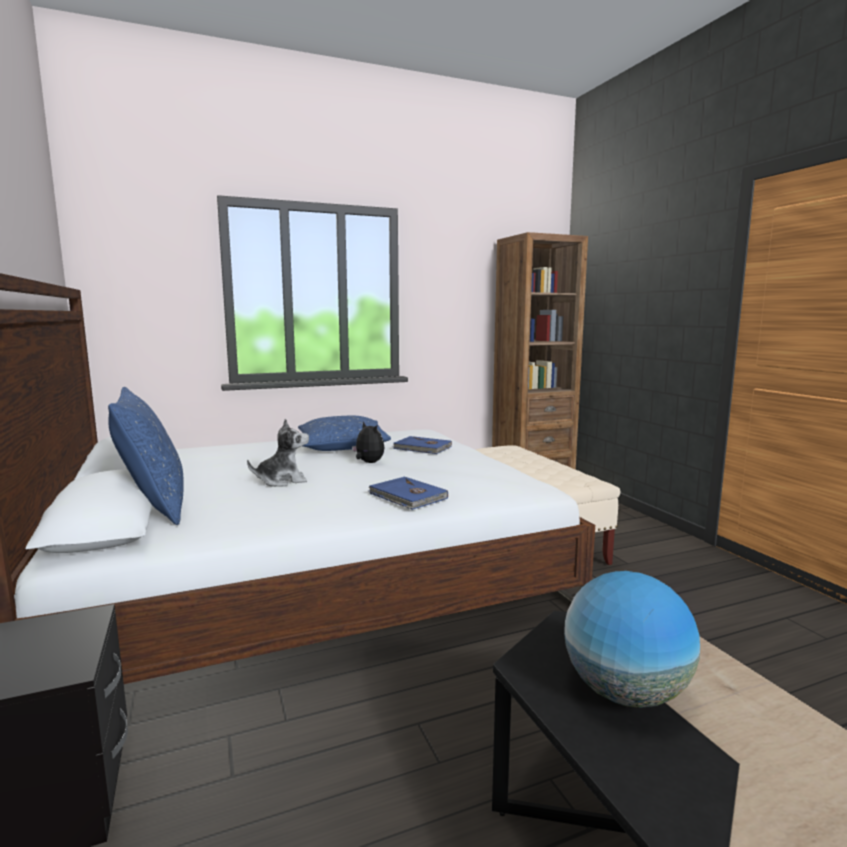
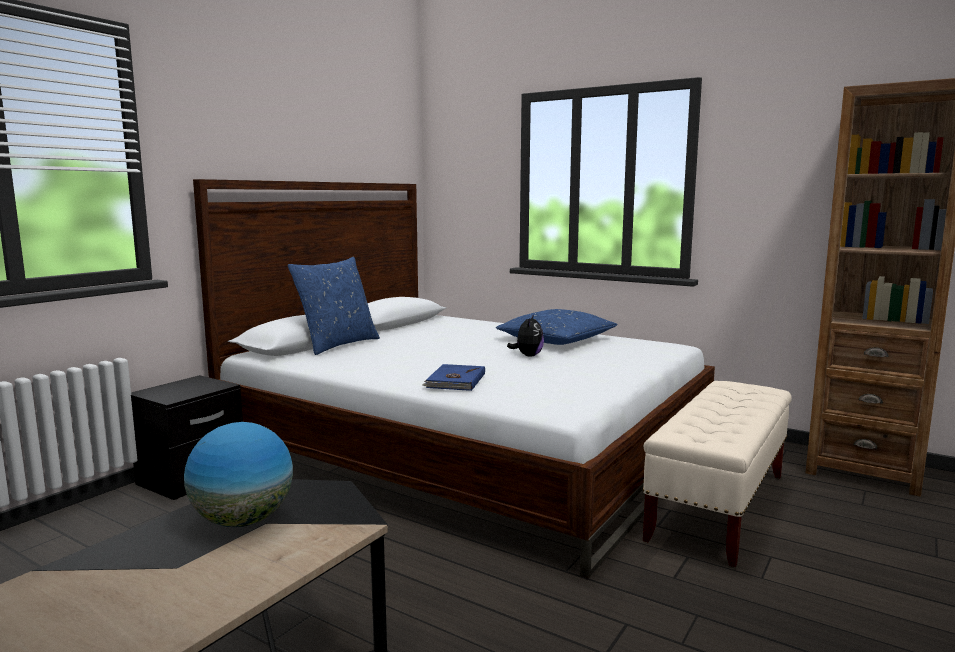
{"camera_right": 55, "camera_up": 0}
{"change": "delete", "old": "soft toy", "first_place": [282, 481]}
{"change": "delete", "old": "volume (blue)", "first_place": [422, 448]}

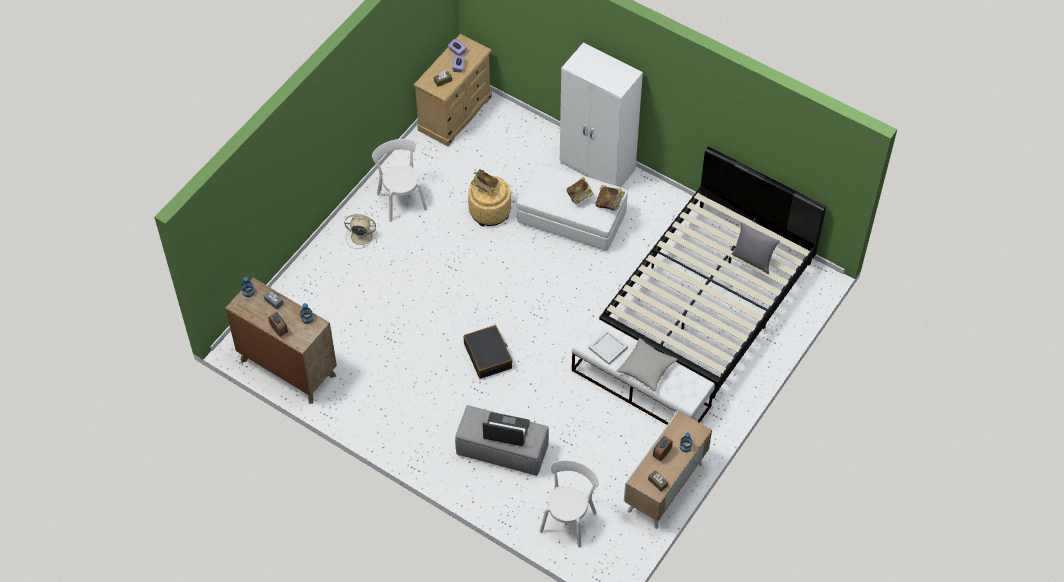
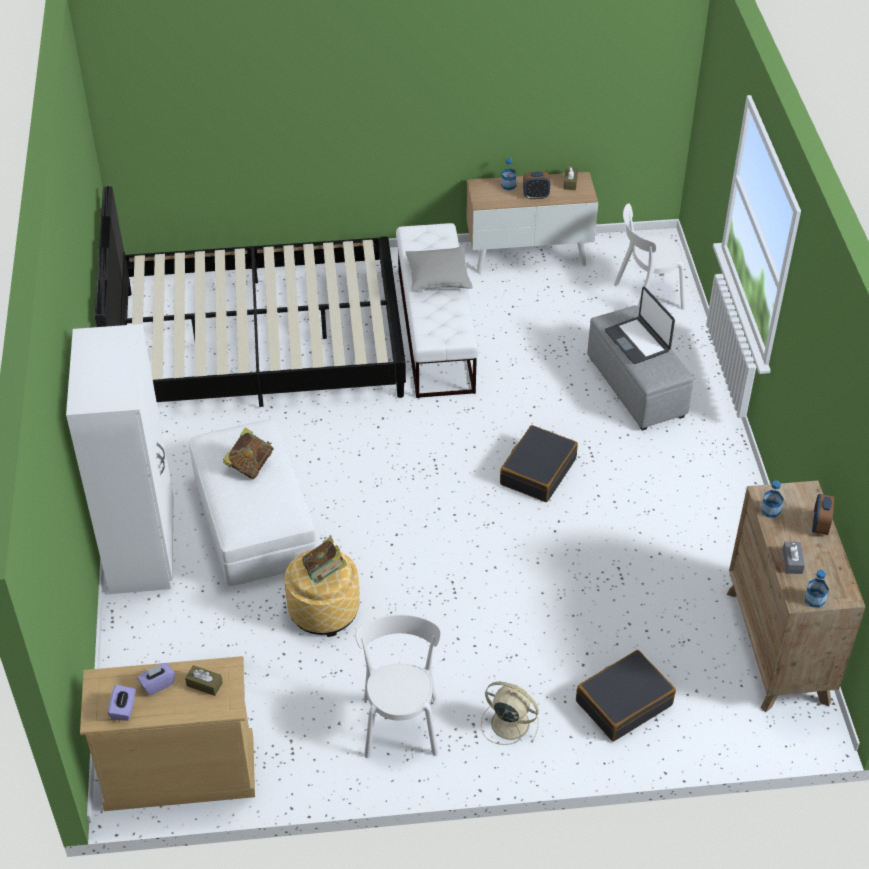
{"camera_right": -130, "camera_up": -10}
{"change": "rotate", "old": "electric fan (beige)", "first_place": [360, 236], "second_place": [508, 722], "degrees": 150}
{"change": "rotate", "old": "upright chair (white-coloured)", "first_place": [401, 199], "second_place": [400, 722], "degrees": 150}
{"change": "delete", "old": "tray (white-coloured)", "first_place": [608, 348]}
{"change": "delete", "old": "volume", "first_place": [609, 204]}
{"change": "delete", "old": "cushion (gray)", "first_place": [753, 260]}
{"change": "insert", "new": "suitcase (black)", "second_place": [623, 703]}

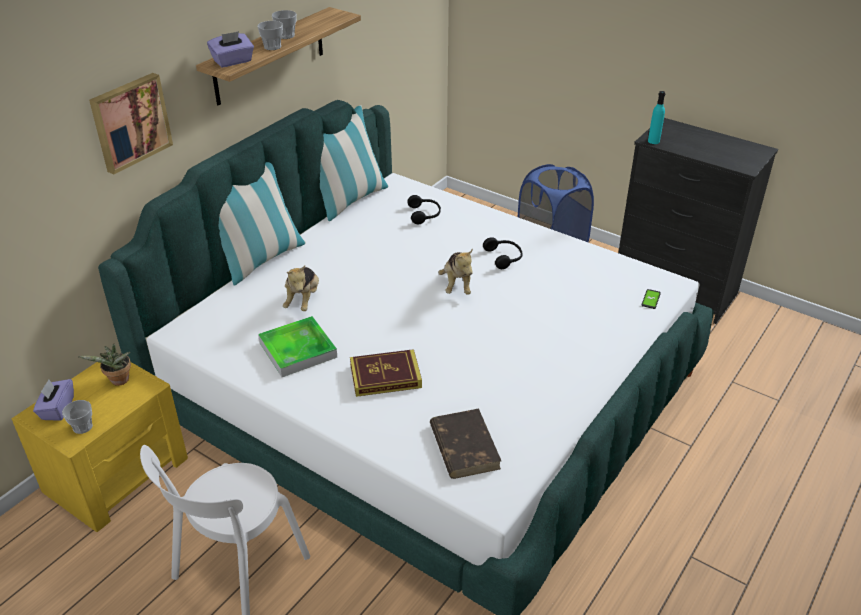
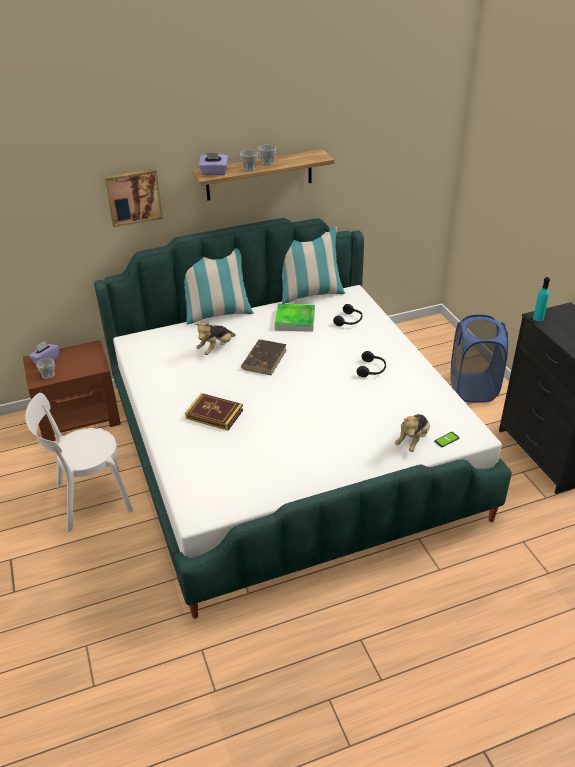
{"camera_right": 35, "camera_up": 0}
{"change": "recolor", "old": "bedside table (yellow-coloured)", "new": "bedside table (brownish)", "first_place": [117, 474], "second_place": [79, 416]}
{"change": "delete", "old": "houseplant", "first_place": [118, 382]}
{"change": "move", "old": "tray", "first_place": [298, 350], "second_place": [295, 320]}
{"change": "move", "old": "volume (brownish)", "first_place": [464, 446], "second_place": [264, 359]}
{"change": "move", "old": "soft toy", "first_place": [457, 285], "second_place": [412, 440]}

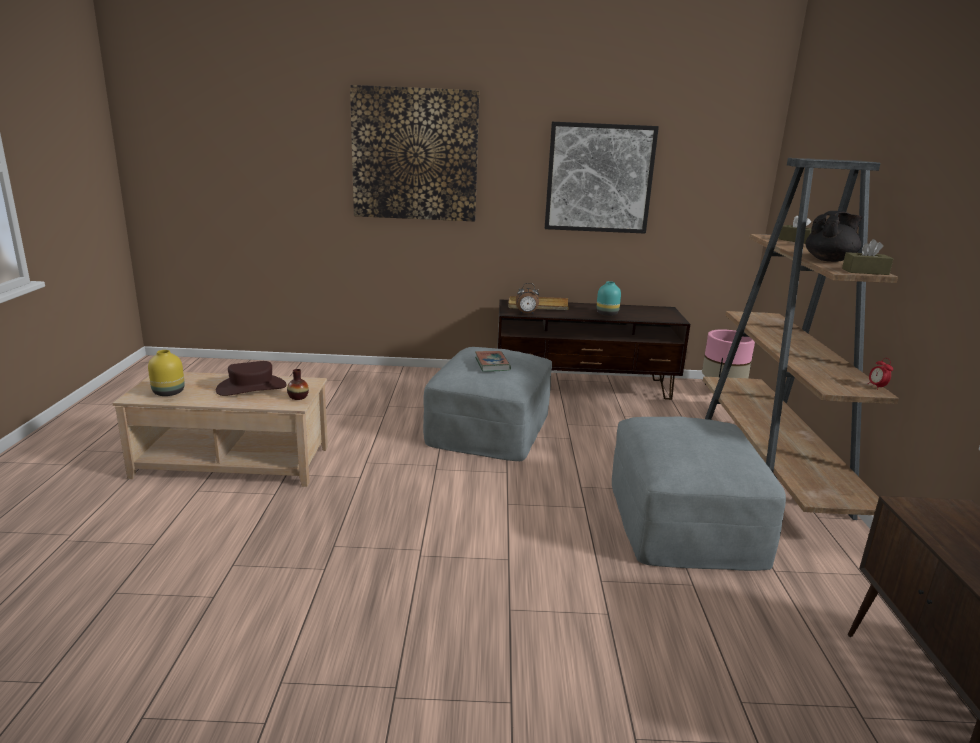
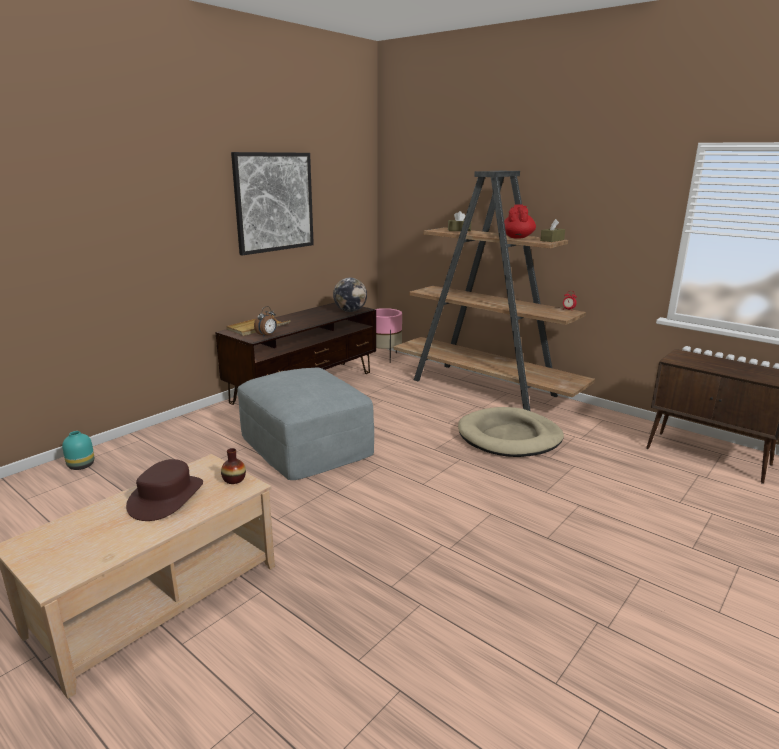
{"camera_right": -50, "camera_up": 0}
{"change": "delete", "old": "flower vase (yellow-coloured)", "first_place": [169, 392]}
{"change": "delete", "old": "picture", "first_place": [415, 155]}
{"change": "delete", "old": "volume", "first_place": [492, 364]}
{"change": "move", "old": "flower vase (turquoise)", "first_place": [606, 314], "second_place": [80, 466]}
{"change": "replace", "old": "pouffe (gray)", "new": "dog cushion (beige)", "first_place": [684, 520], "second_place": [509, 437]}
{"change": "recolor", "old": "teapot (black)", "new": "teapot (red)", "first_place": [830, 260], "second_place": [517, 237]}
{"change": "insert", "new": "desk globe", "second_place": [350, 311]}

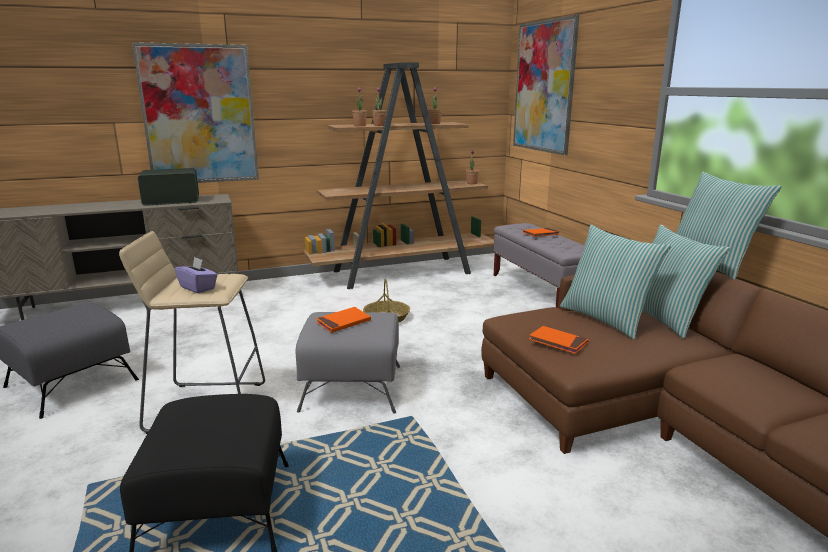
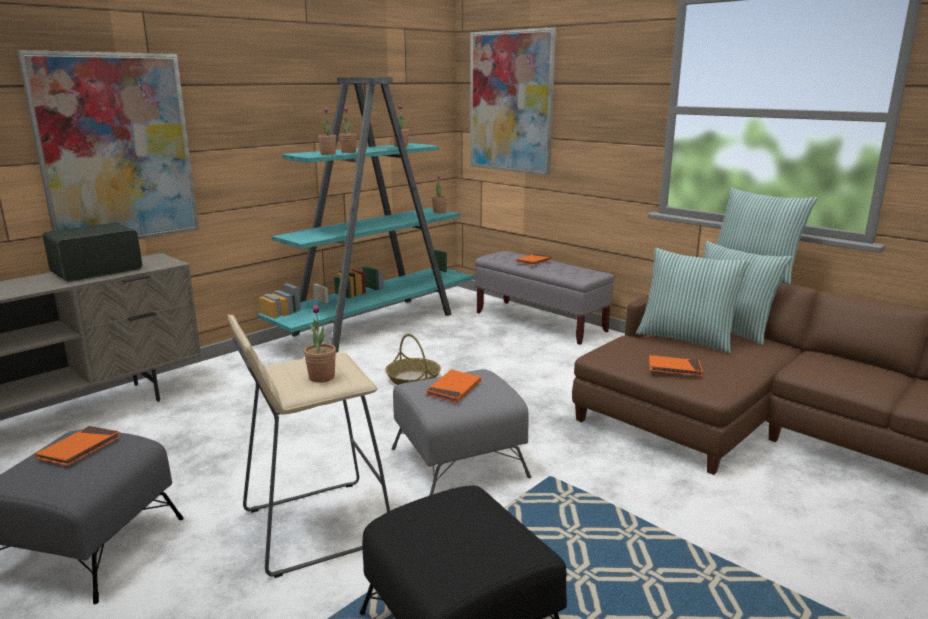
{"camera_right": -25, "camera_up": 0}
{"change": "replace", "old": "tissue box (purple)", "new": "houseplant", "first_place": [198, 288], "second_place": [321, 377]}
{"change": "recolor", "old": "bookshelf (brownish)", "new": "bookshelf (turquoise)", "first_place": [404, 272], "second_place": [376, 324]}
{"change": "insert", "new": "volume (orangey)", "second_place": [79, 449]}

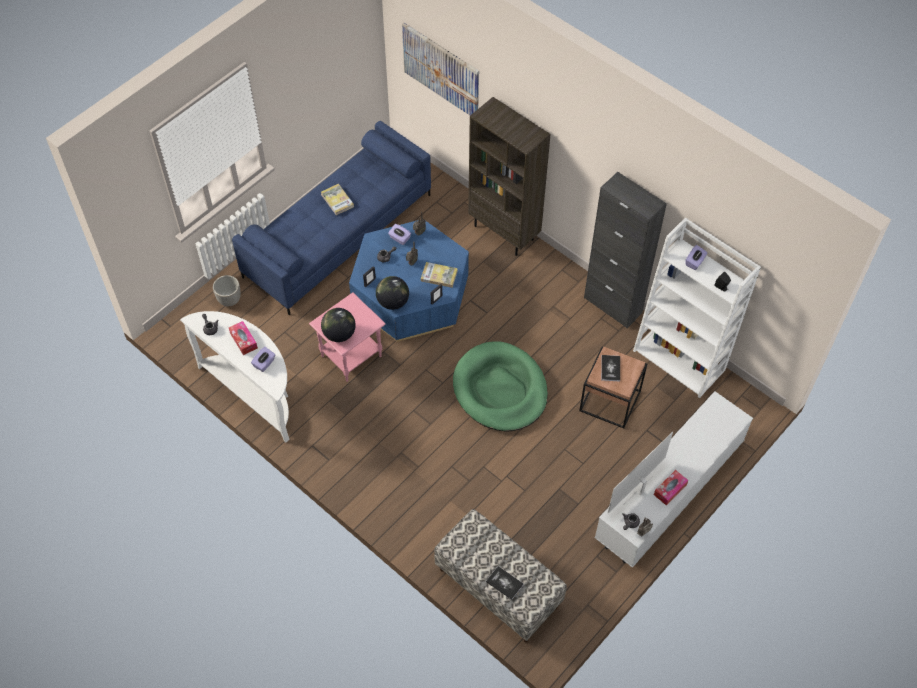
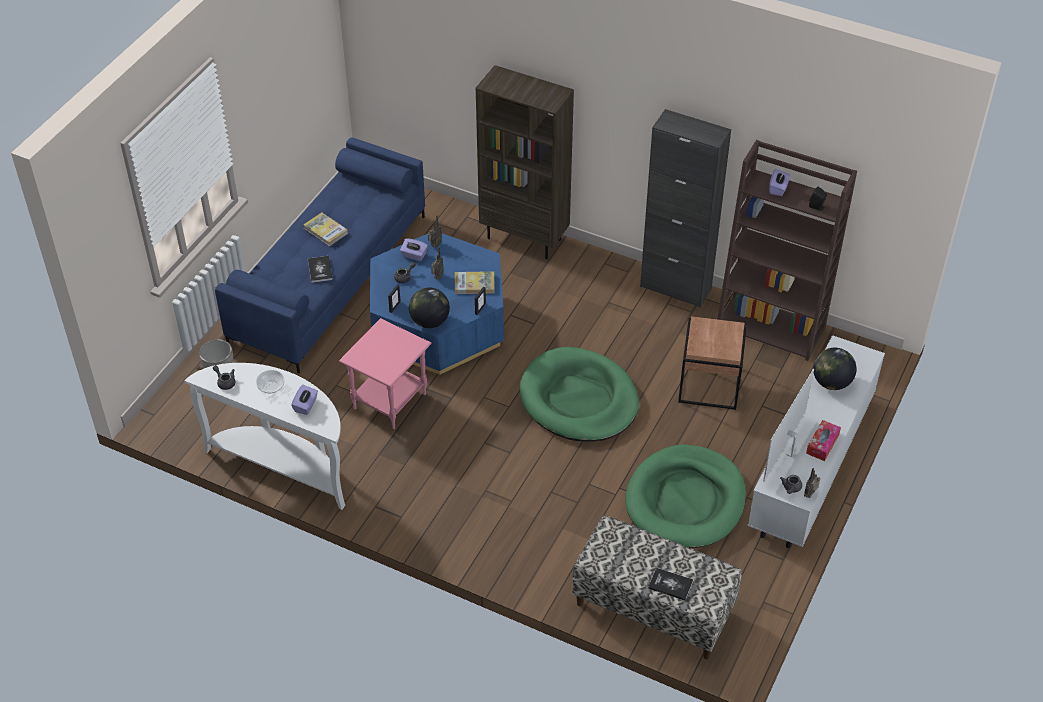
{"camera_right": -15, "camera_up": -10}
{"change": "replace", "old": "tissue box", "new": "serving bowl", "first_place": [243, 340], "second_place": [271, 387]}
{"change": "move", "old": "desk globe", "first_place": [339, 334], "second_place": [831, 382]}
{"change": "delete", "old": "picture", "first_place": [441, 70]}
{"change": "move", "old": "volume", "first_place": [610, 368], "second_place": [320, 269]}
{"change": "recolor", "old": "bookshelf (white-coloured)", "new": "bookshelf (brownish)", "first_place": [680, 360], "second_place": [772, 327]}
{"change": "insert", "new": "dog cushion (green)", "second_place": [685, 500]}

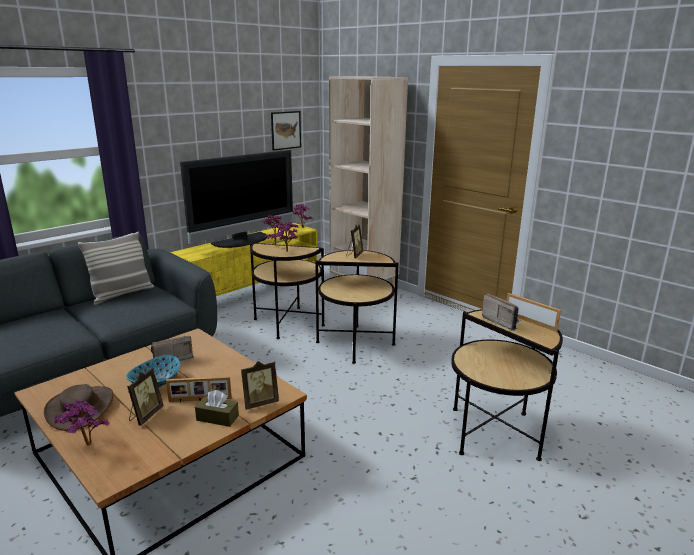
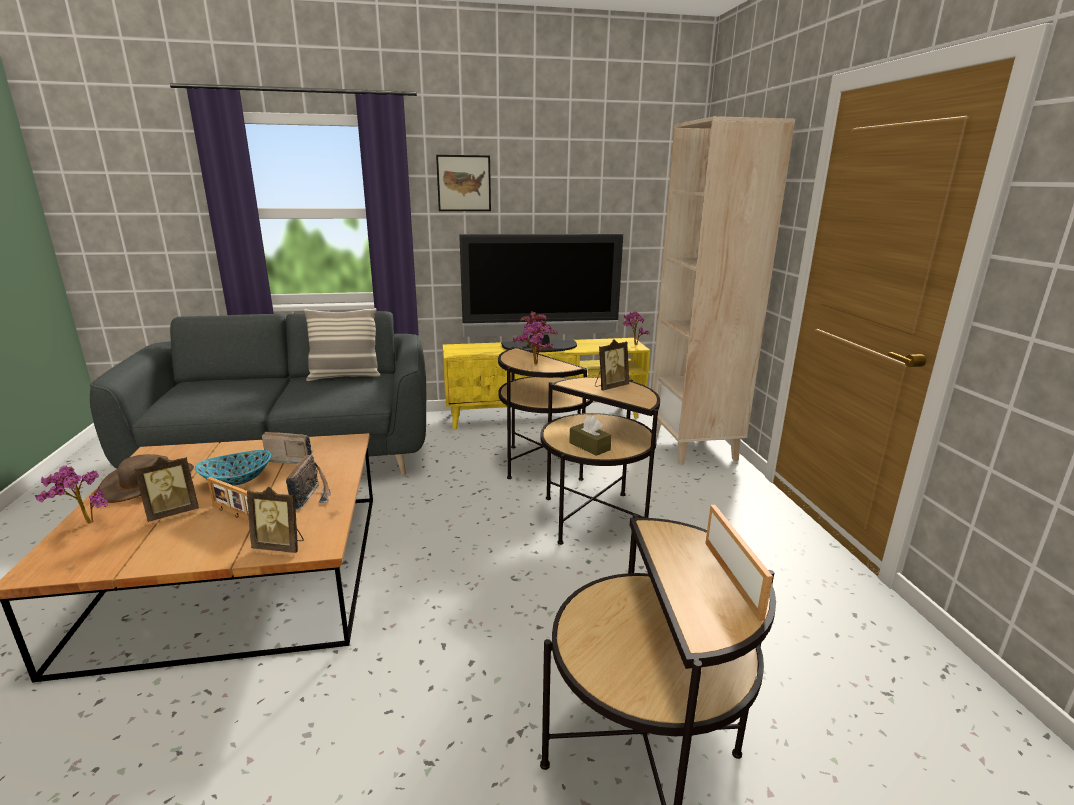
{"camera_right": 35, "camera_up": 0}
{"change": "move", "old": "tissue box (brownish)", "first_place": [217, 418], "second_place": [589, 446]}
{"change": "move", "old": "picture", "first_place": [285, 130], "second_place": [464, 183]}
{"change": "move", "old": "radio receiver", "first_place": [501, 321], "second_place": [314, 496]}

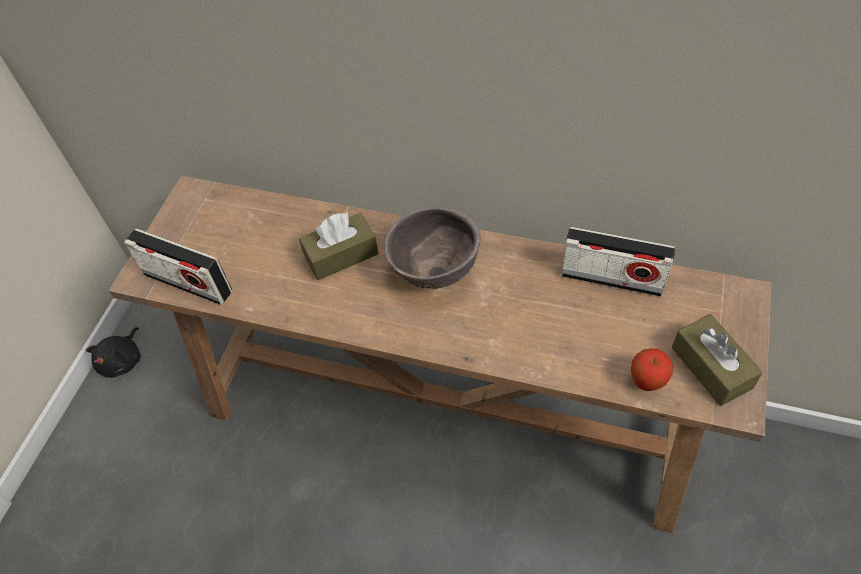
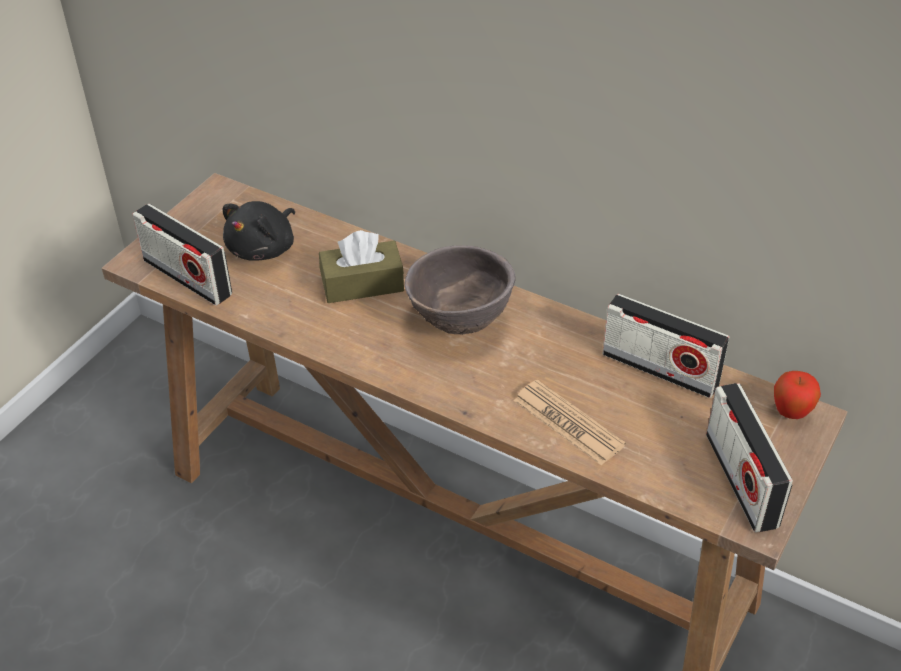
{"camera_right": 10, "camera_up": -10}
{"change": "move", "old": "soft toy (black)", "first_place": [123, 361], "second_place": [264, 248]}
{"change": "move", "old": "apple fruit", "first_place": [646, 382], "second_place": [791, 413]}
{"change": "replace", "old": "tissue box (brownish)", "new": "radio receiver", "first_place": [711, 367], "second_place": [741, 480]}
{"change": "insert", "new": "printed paper", "second_place": [568, 423]}

